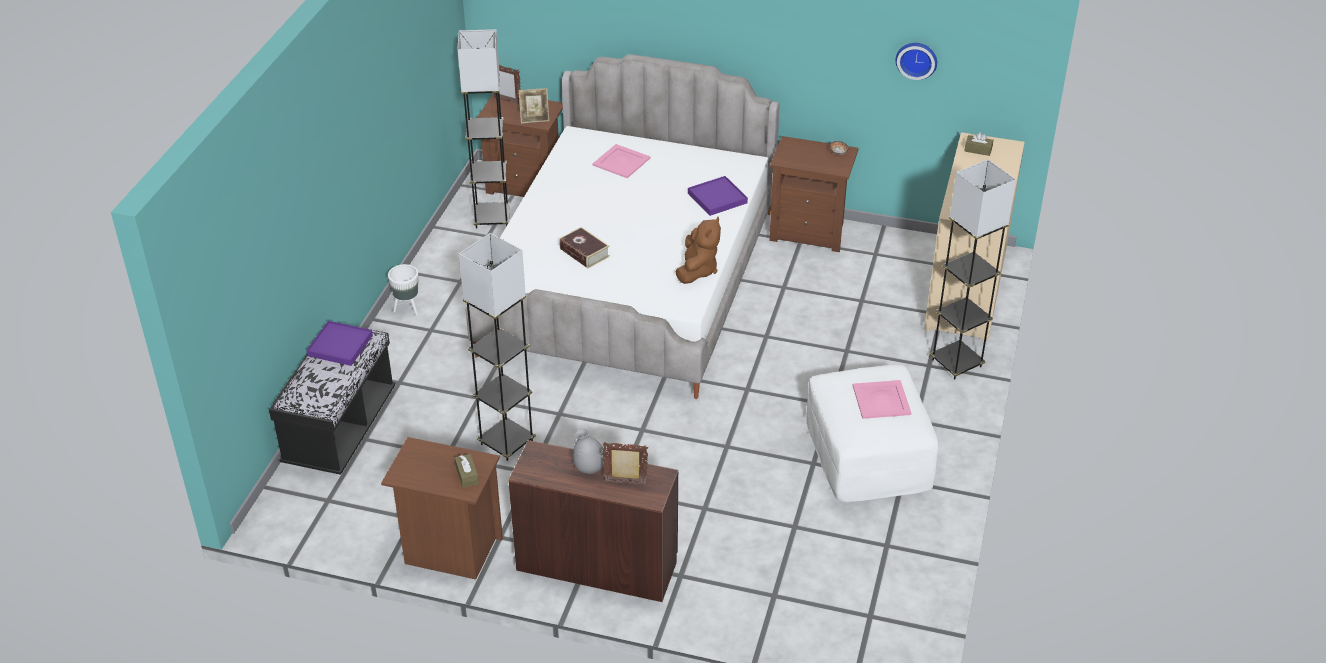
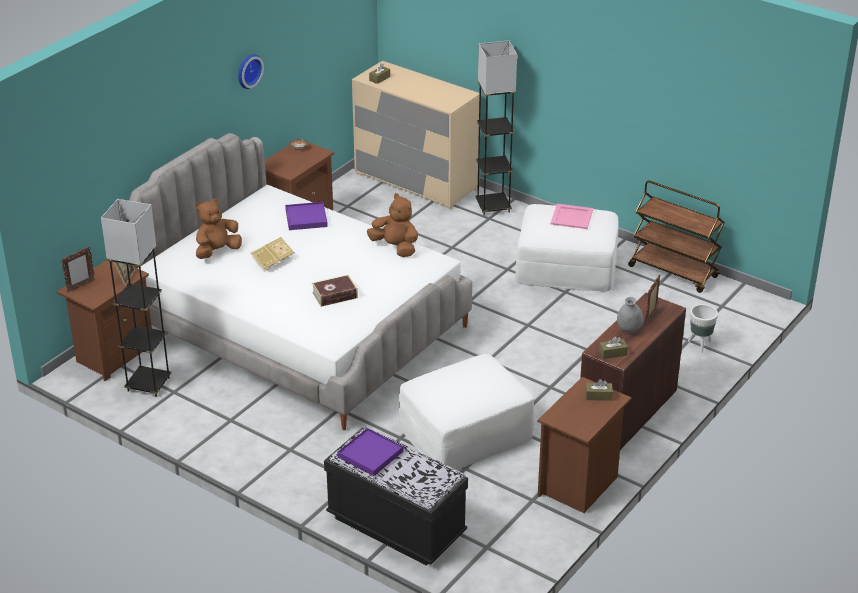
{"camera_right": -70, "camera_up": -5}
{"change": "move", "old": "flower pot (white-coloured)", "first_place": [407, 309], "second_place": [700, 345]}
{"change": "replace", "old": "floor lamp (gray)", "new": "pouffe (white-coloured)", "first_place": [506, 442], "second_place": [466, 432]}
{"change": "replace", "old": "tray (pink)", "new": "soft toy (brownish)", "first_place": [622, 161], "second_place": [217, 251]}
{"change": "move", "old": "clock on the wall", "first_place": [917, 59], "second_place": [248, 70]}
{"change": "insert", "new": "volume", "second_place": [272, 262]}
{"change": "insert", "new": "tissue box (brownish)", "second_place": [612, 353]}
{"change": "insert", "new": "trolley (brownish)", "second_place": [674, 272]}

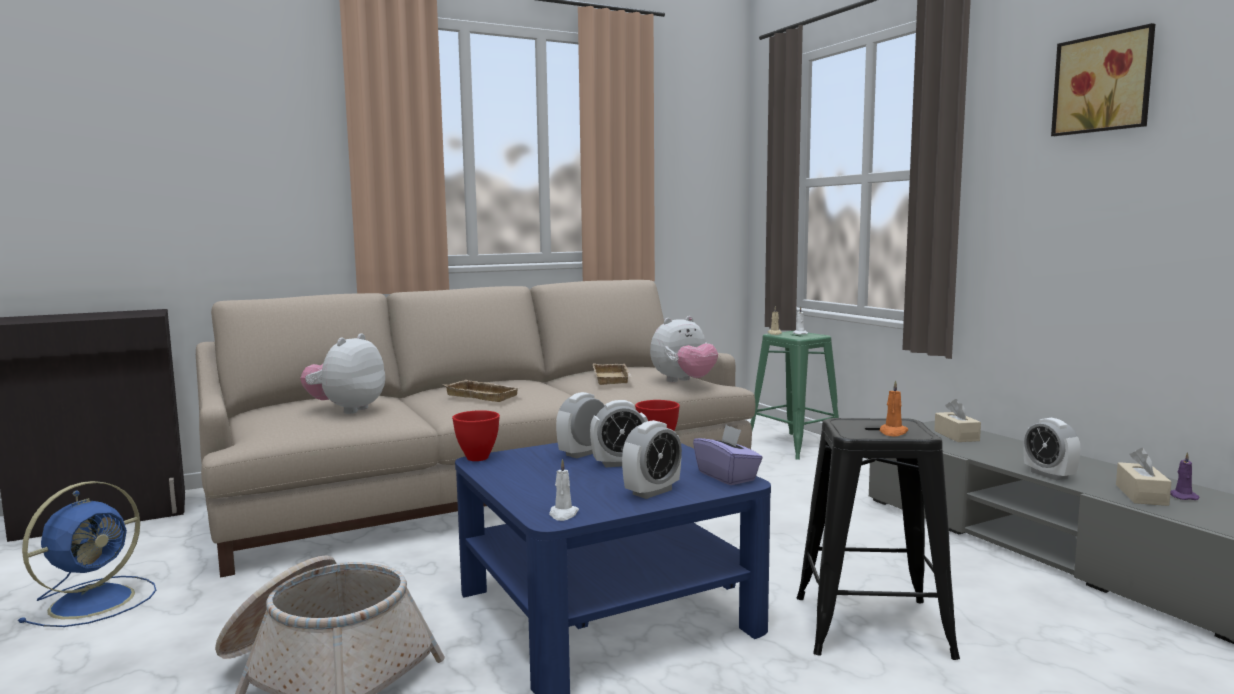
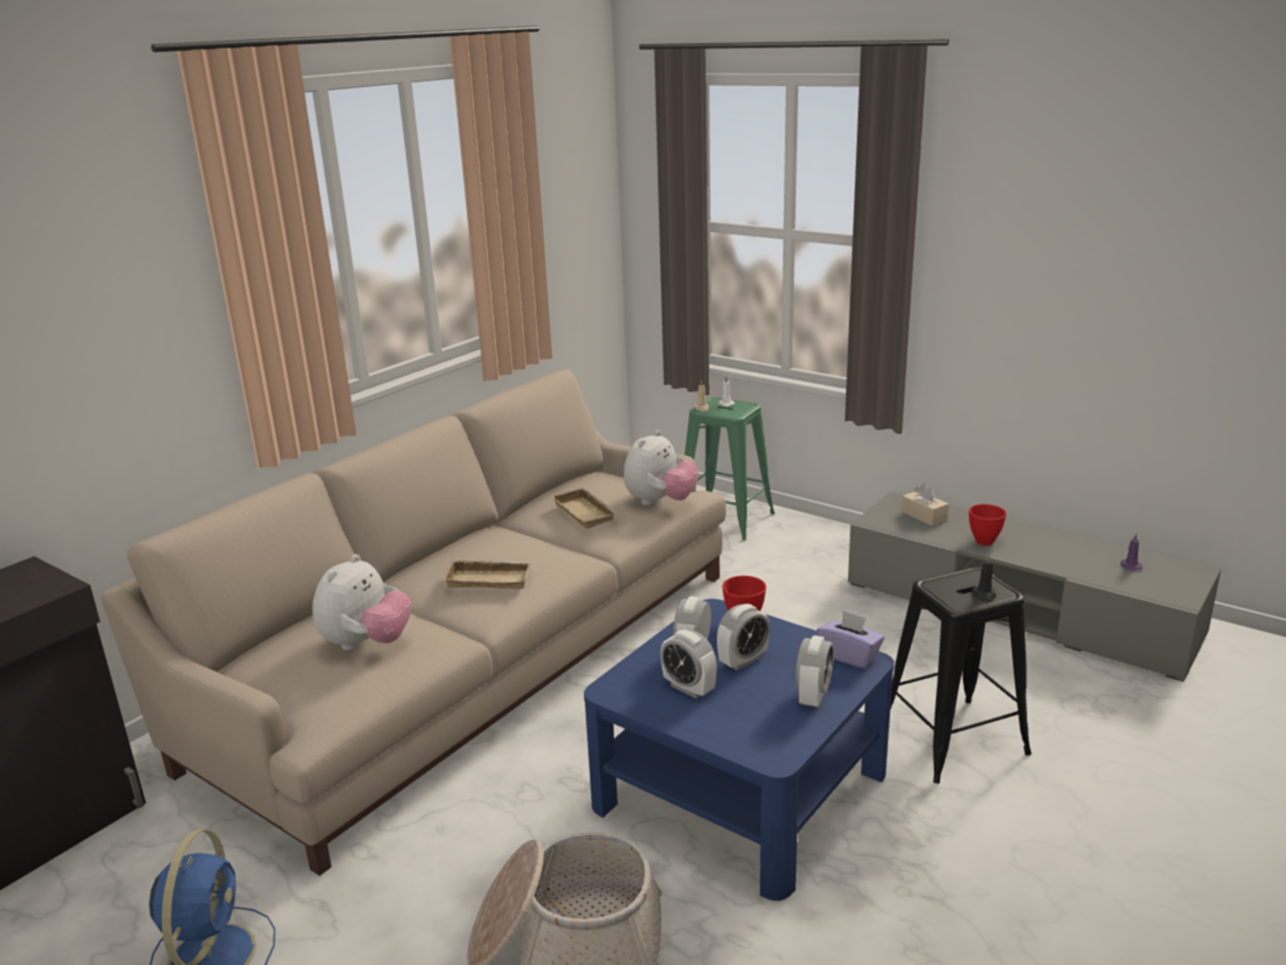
{"camera_right": -25, "camera_up": 15}
{"change": "rotate", "old": "soft toy", "first_place": [347, 410], "second_place": [366, 643], "degrees": -150}
{"change": "move", "old": "serving bowl (red)", "first_place": [477, 458], "second_place": [984, 542]}
{"change": "delete", "old": "wax candle (white-coloured)", "first_place": [563, 514]}
{"change": "recolor", "old": "wax candle (orangey)", "new": "wax candle (black)", "first_place": [893, 432], "second_place": [984, 595]}
{"change": "move", "old": "table clock", "first_place": [1049, 475], "second_place": [689, 688]}
{"change": "delete", "old": "picture", "first_place": [1104, 83]}
{"change": "delete", "old": "tissue box (beige)", "first_place": [1141, 495]}

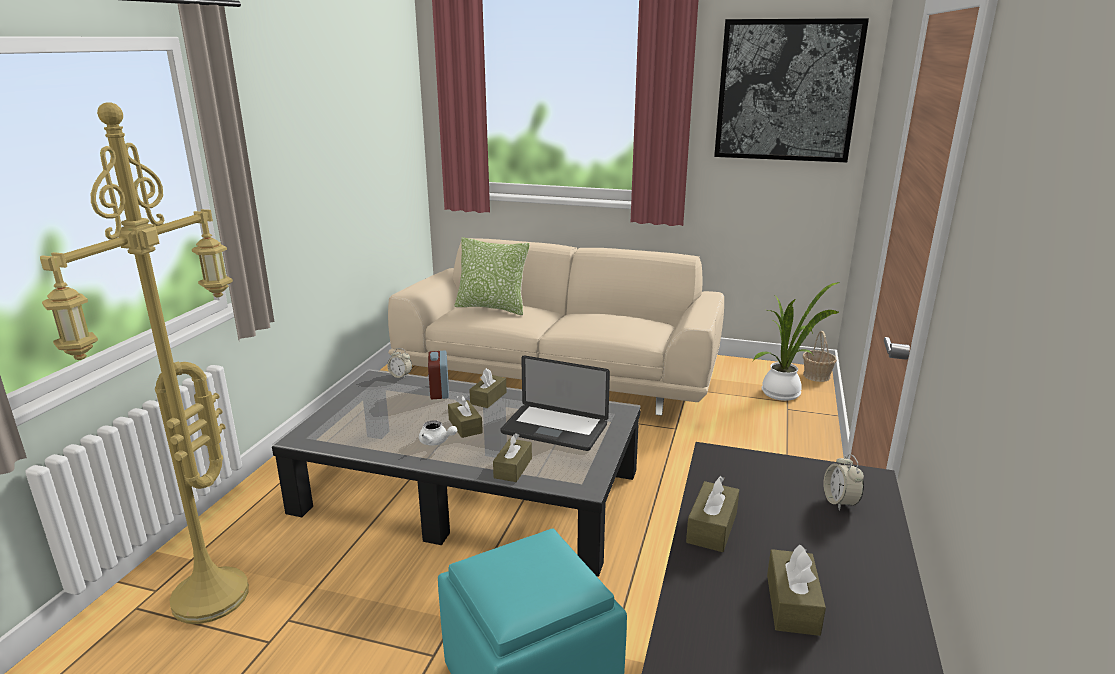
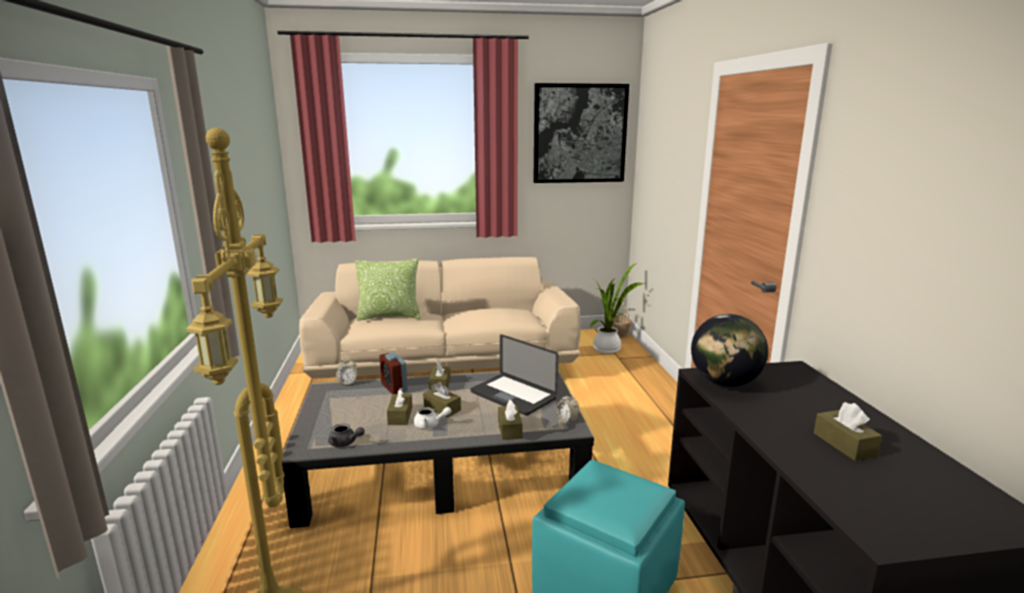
{"camera_right": -25, "camera_up": -5}
{"change": "rotate", "old": "notebook computer", "first_place": [554, 429], "second_place": [513, 395], "degrees": 45}
{"change": "move", "old": "tissue box (brownish)", "first_place": [712, 527], "second_place": [400, 416]}
{"change": "move", "old": "table clock", "first_place": [840, 502], "second_place": [567, 421]}
{"change": "insert", "new": "teapot (gray)", "second_place": [345, 443]}
{"change": "insert", "new": "desk globe", "second_place": [724, 382]}

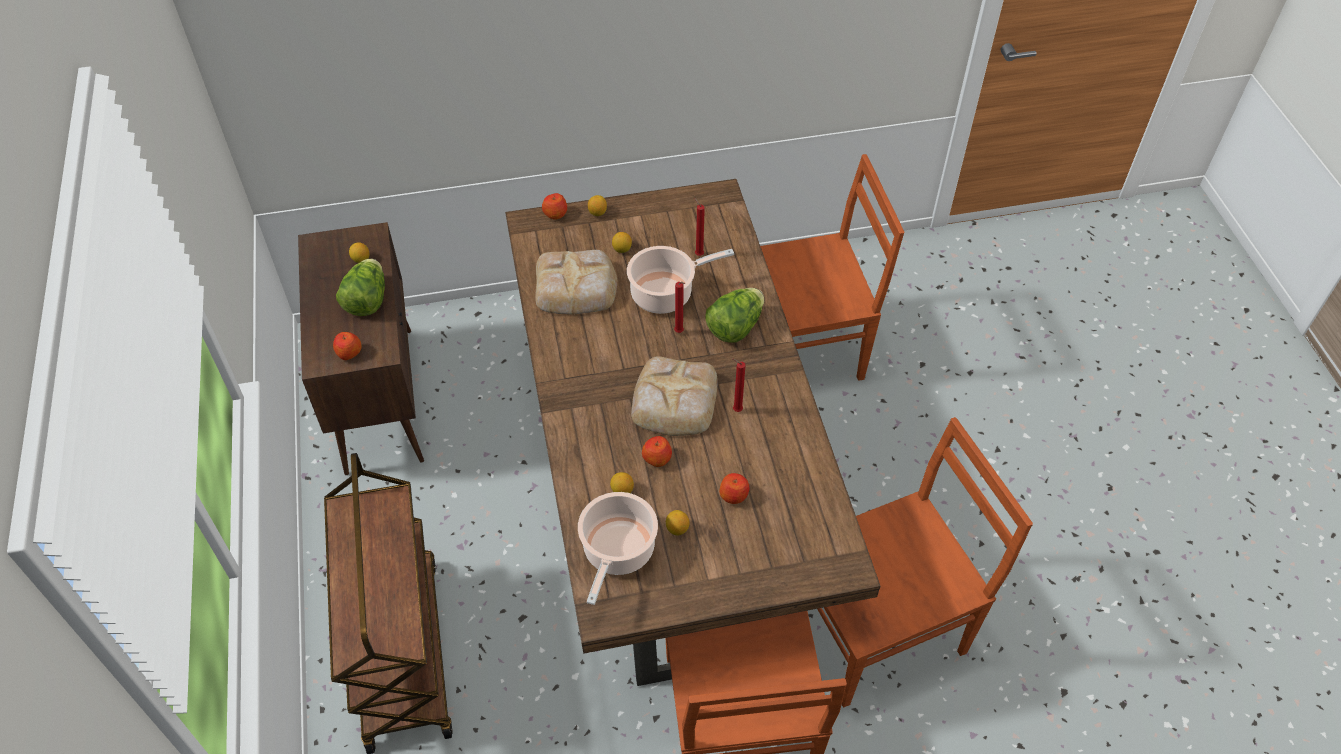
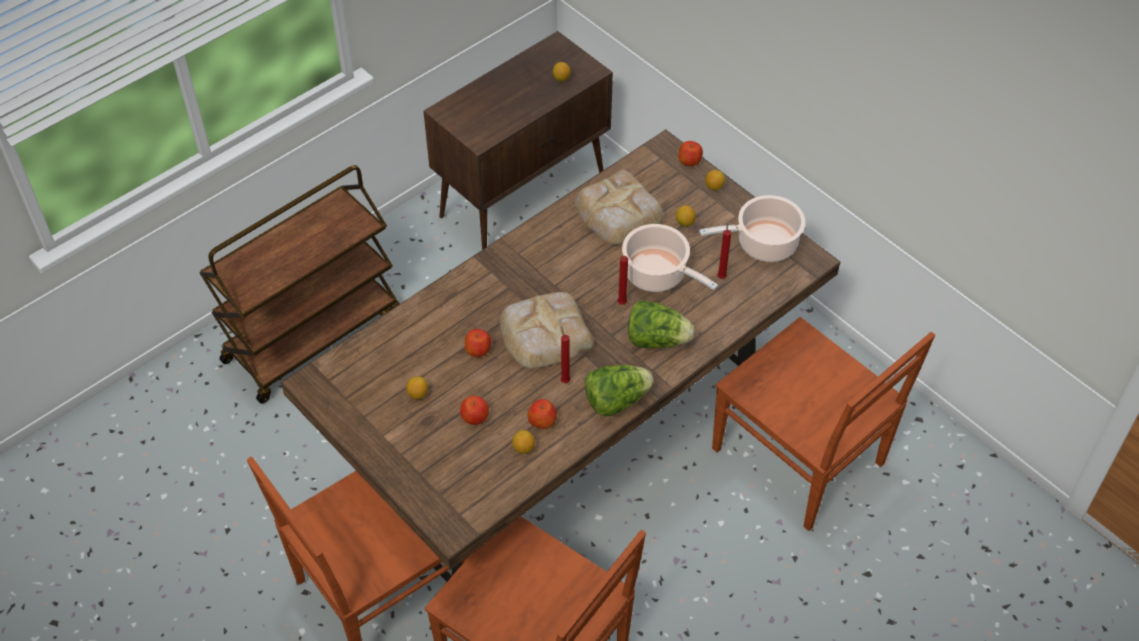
{"camera_right": 60, "camera_up": 0}
{"change": "move", "old": "apple fruit", "first_place": [349, 352], "second_place": [542, 421]}
{"change": "move", "old": "lettuce head", "first_place": [367, 300], "second_place": [616, 400]}
{"change": "move", "old": "stockpot", "first_place": [617, 552], "second_place": [763, 244]}
{"change": "move", "old": "whole lemon", "first_place": [622, 491], "second_place": [523, 448]}

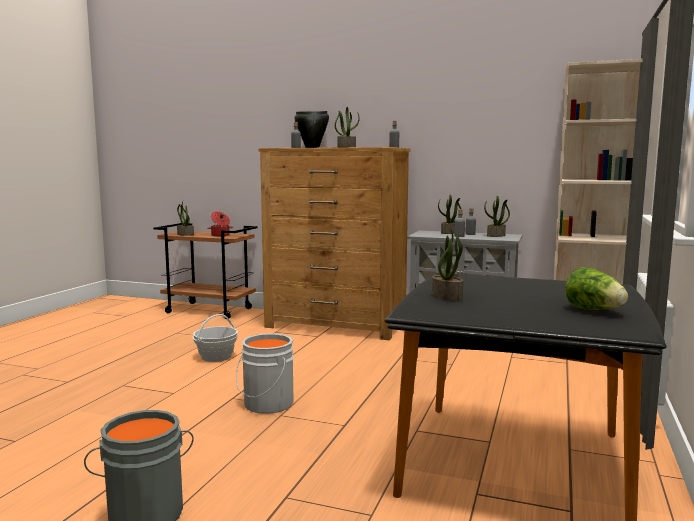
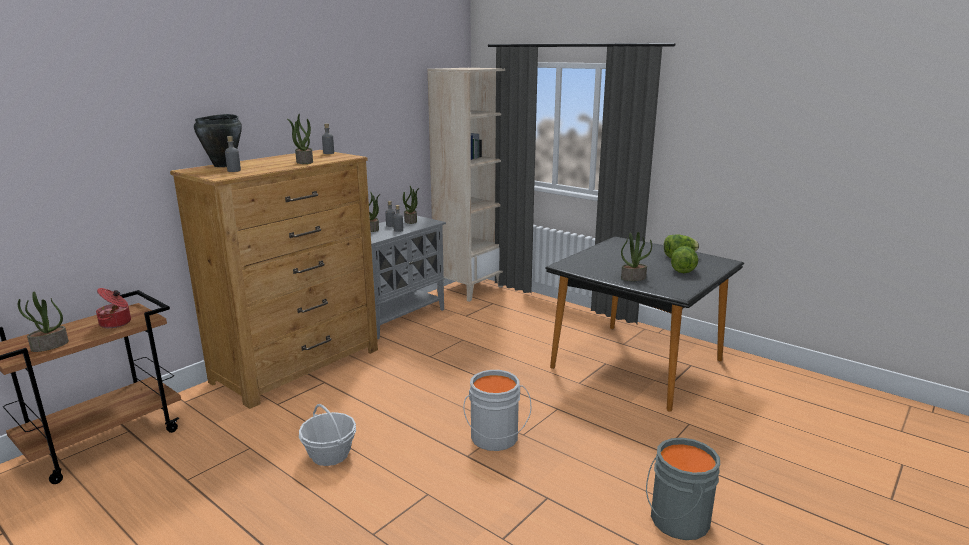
{"camera_right": -70, "camera_up": 10}
{"change": "insert", "new": "lettuce head", "second_place": [682, 269]}

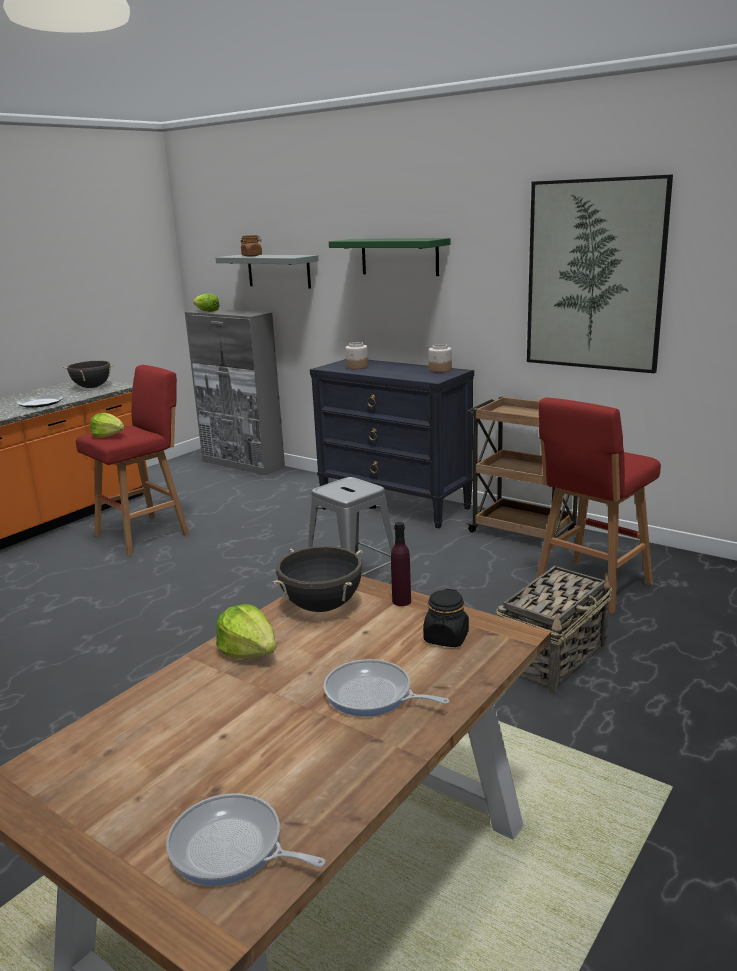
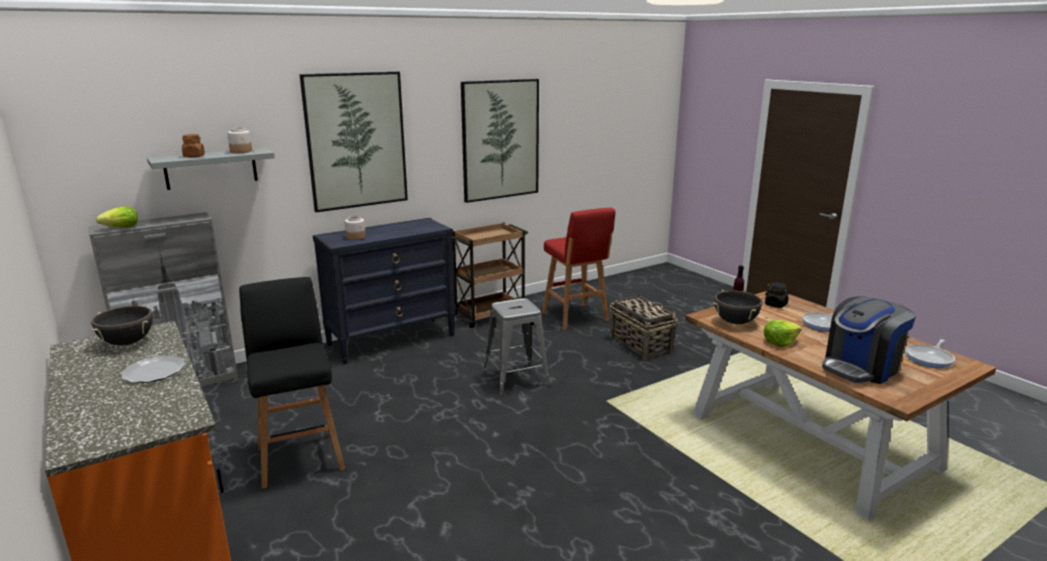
{"camera_right": -70, "camera_up": 0}
{"change": "recolor", "old": "stool seat (red)", "new": "stool seat (black)", "first_place": [145, 534], "second_place": [300, 456]}
{"change": "delete", "old": "lettuce head", "first_place": [108, 435]}
{"change": "replace", "old": "bracket shelf (green)", "new": "picture", "first_place": [399, 256], "second_place": [356, 141]}
{"change": "move", "old": "storage jar", "first_place": [440, 370], "second_place": [241, 151]}
{"change": "insert", "new": "coffee machine", "second_place": [861, 368]}

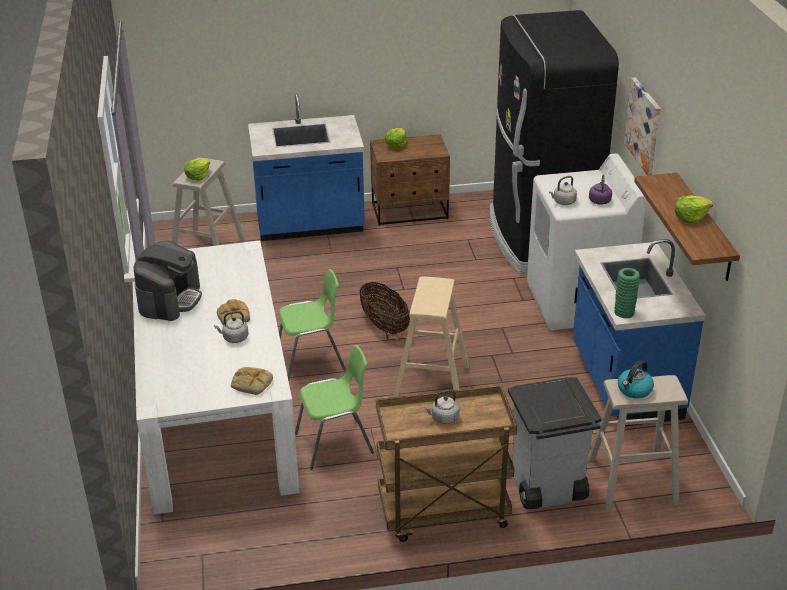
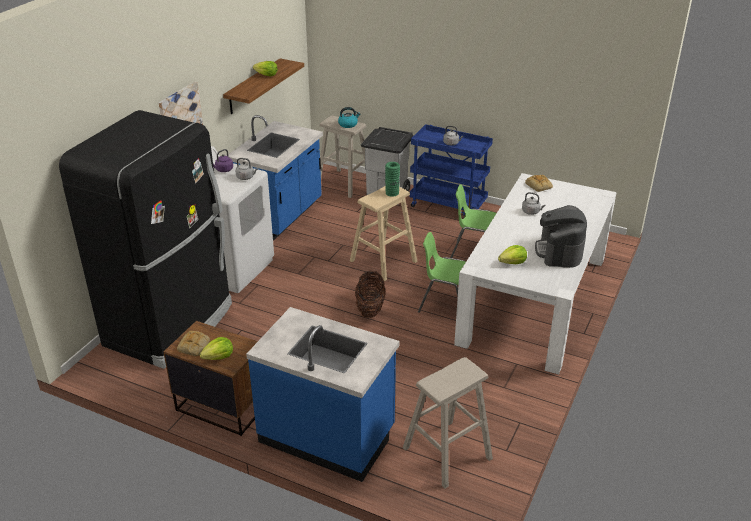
{"camera_right": -145, "camera_up": 0}
{"change": "rotate", "old": "coffee machine", "first_place": [170, 299], "second_place": [559, 251], "degrees": -45}
{"change": "move", "old": "lettuce head", "first_place": [198, 176], "second_place": [513, 262]}
{"change": "move", "old": "baked bread", "first_place": [233, 316], "second_place": [194, 346]}
{"change": "recolor", "old": "trolley (brownish)", "new": "trolley (blue)", "first_place": [442, 513], "second_place": [448, 205]}
{"change": "move", "old": "flower vase (green)", "first_place": [624, 312], "second_place": [392, 193]}

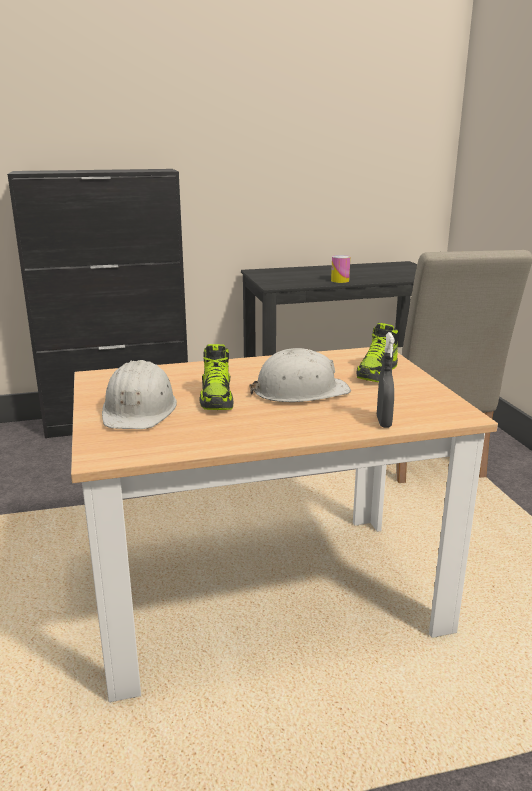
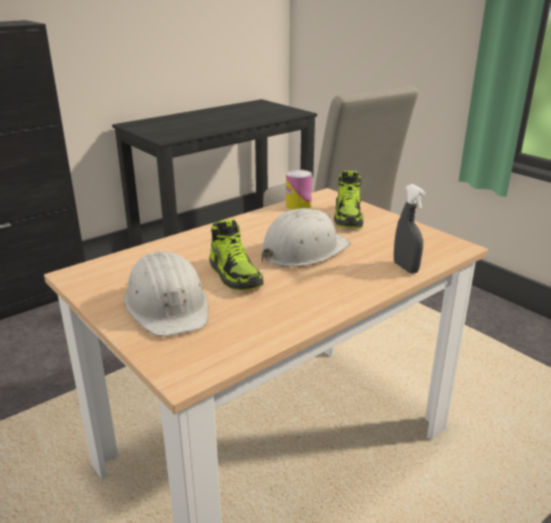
{"camera_right": -25, "camera_up": 5}
{"change": "move", "old": "metal can", "first_place": [340, 280], "second_place": [298, 205]}

